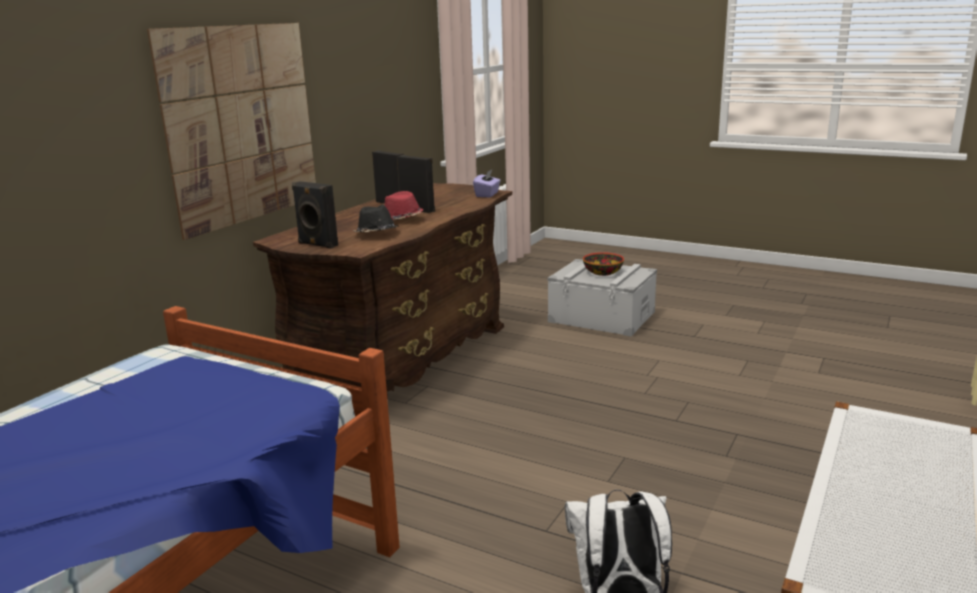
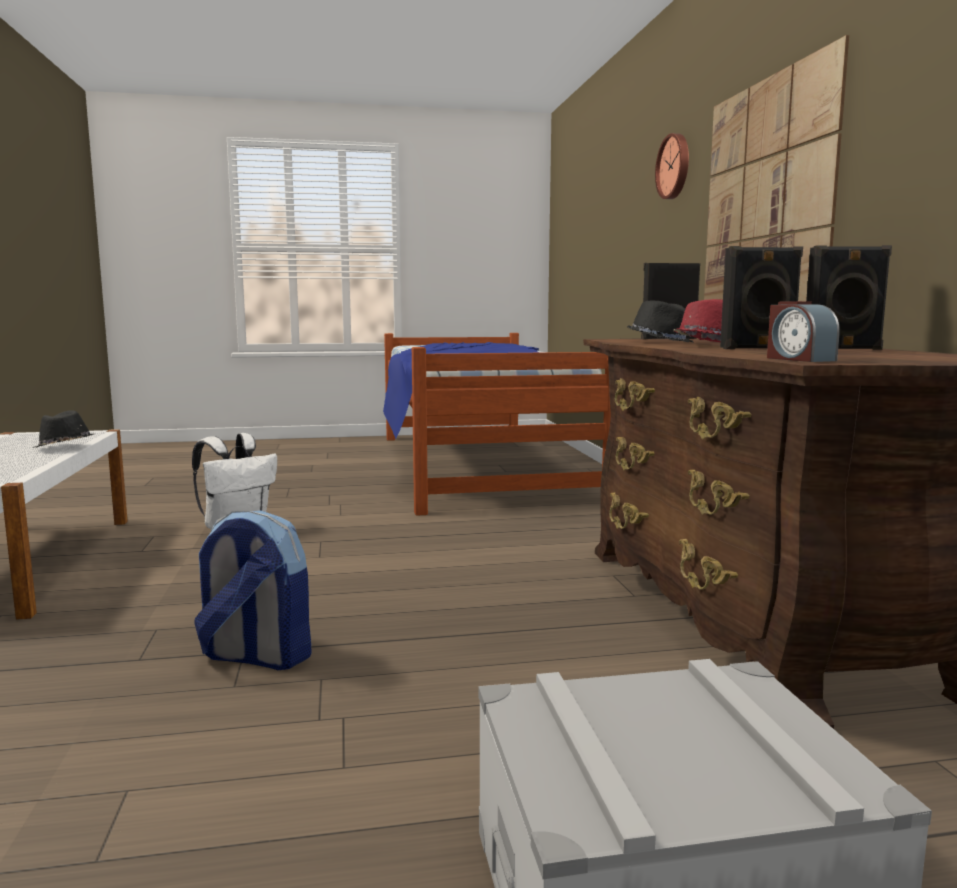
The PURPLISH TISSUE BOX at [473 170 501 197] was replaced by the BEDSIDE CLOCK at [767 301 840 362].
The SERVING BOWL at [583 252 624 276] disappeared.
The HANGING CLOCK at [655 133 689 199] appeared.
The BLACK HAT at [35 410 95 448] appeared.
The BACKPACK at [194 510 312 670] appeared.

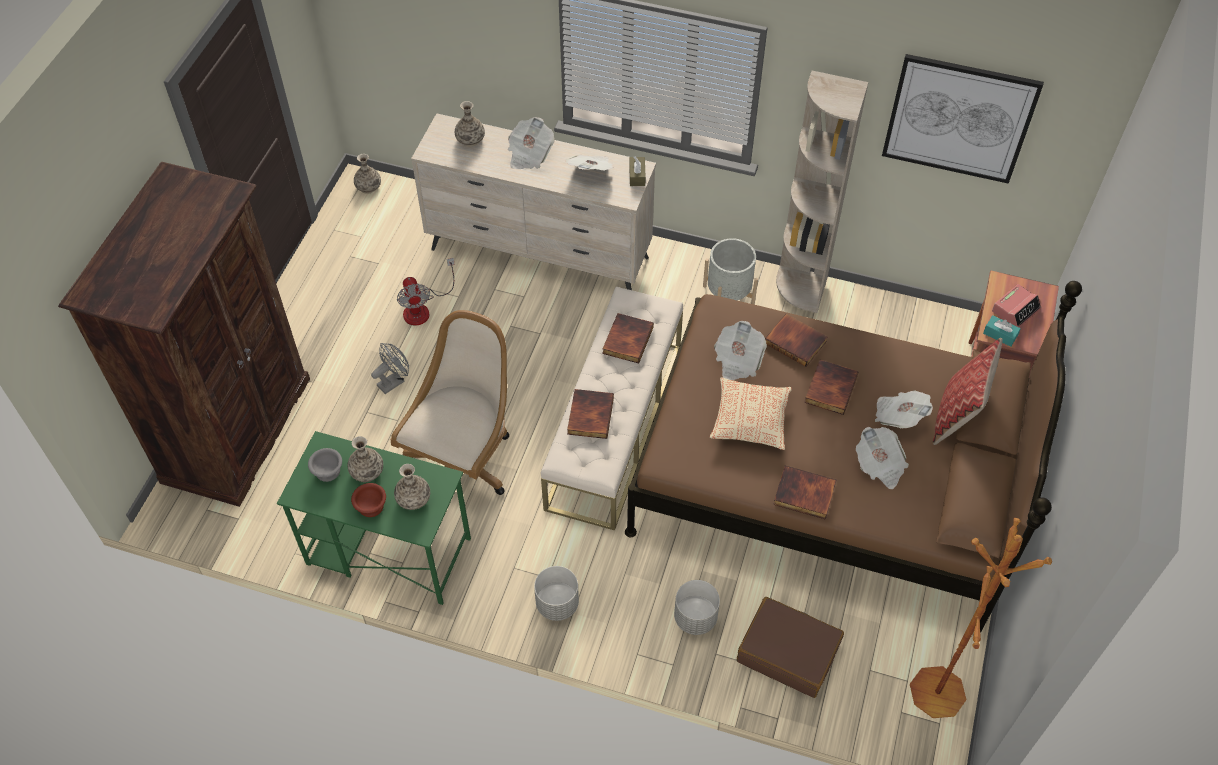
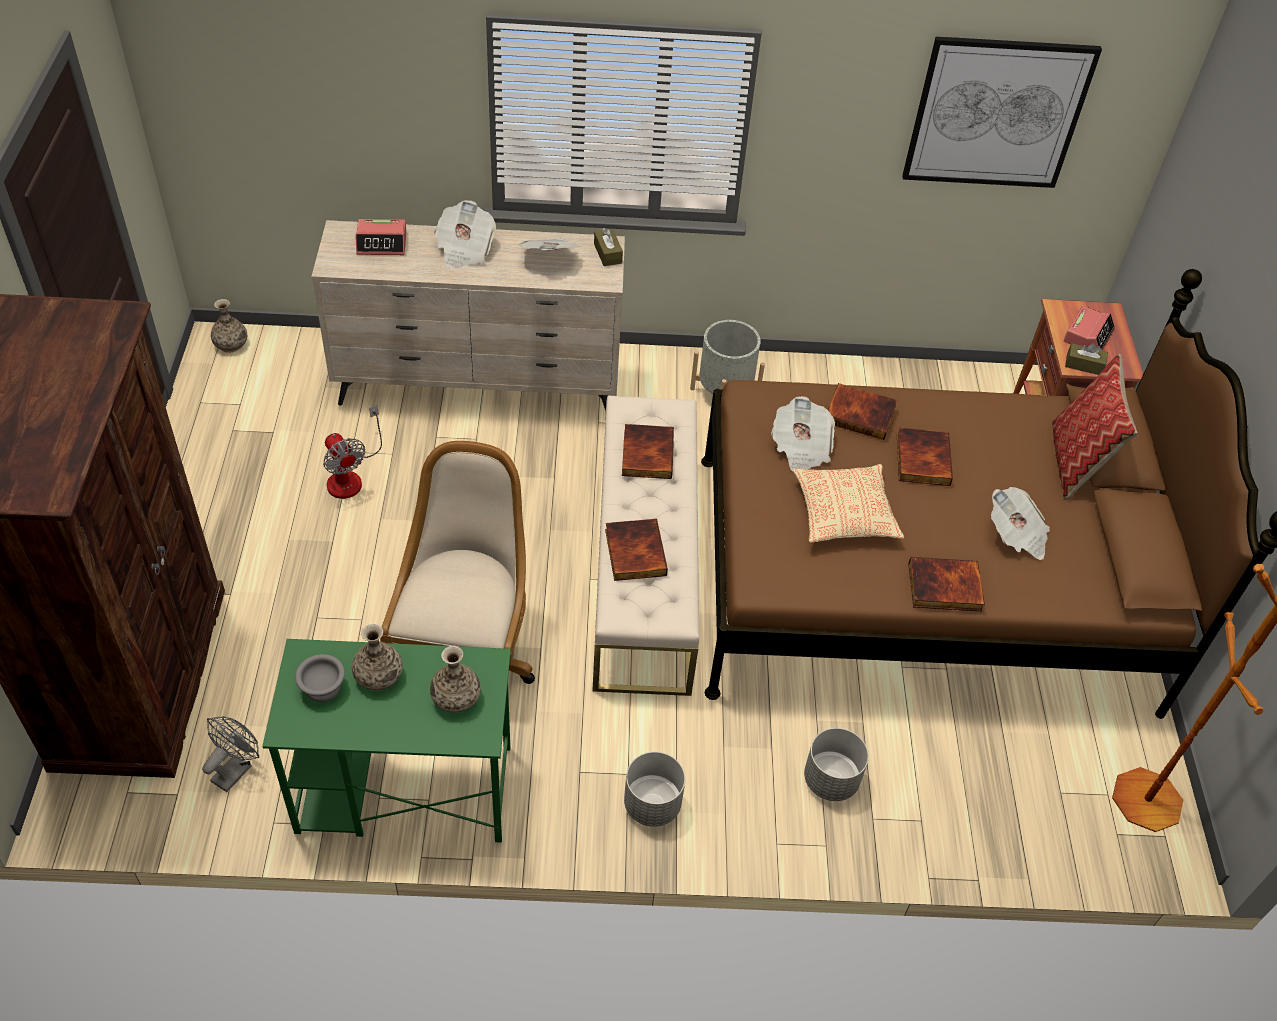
The BEIGE-COLOURED SHELVING UNIT at [776 71 868 313] disappeared.
The FLOWER VASE at [455 101 485 147] was replaced by the BEDSIDE CLOCK at [355 219 407 255].
The TURQUOISE TISSUE BOX at [983 315 1021 347] became the BROWN-COLOURED TISSUE BOX at [1065 343 1108 375].
The GREY ELECTRIC FAN moved from [371 343 409 394] to [202 716 259 792].
The NEWSPAPER at [875 390 933 428] disappeared.
The BROWN-COLOURED SERVING BOWL at [351 483 386 517] disappeared.
The BROWN-COLOURED TRAVEL CASE at [737 597 844 698] disappeared.

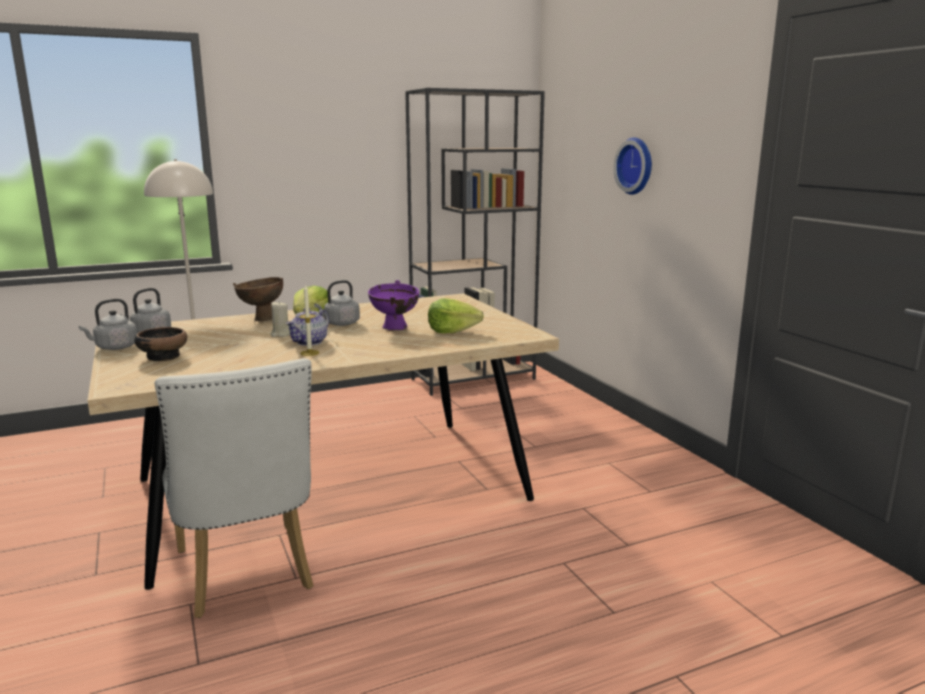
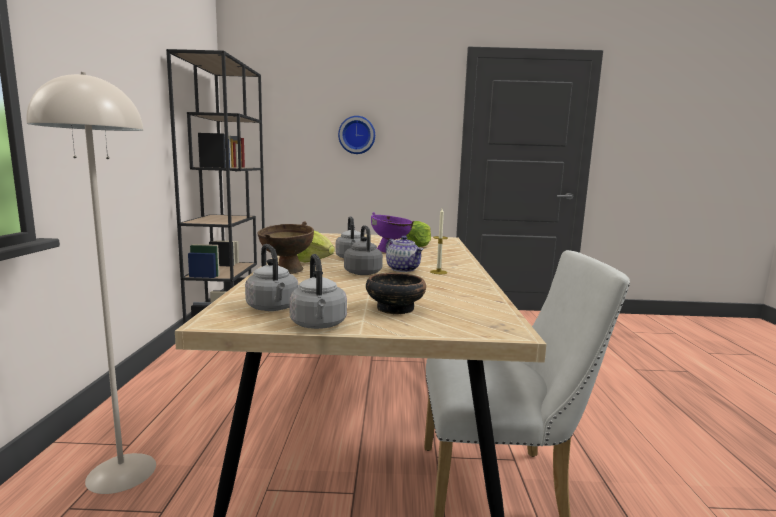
The BEIGE-COLOURED CANDLE at [271 302 290 337] was replaced by the GREY WATER KETTLE at [344 225 383 275].

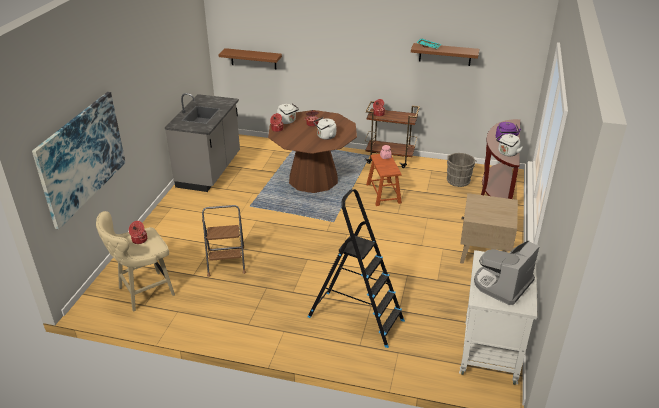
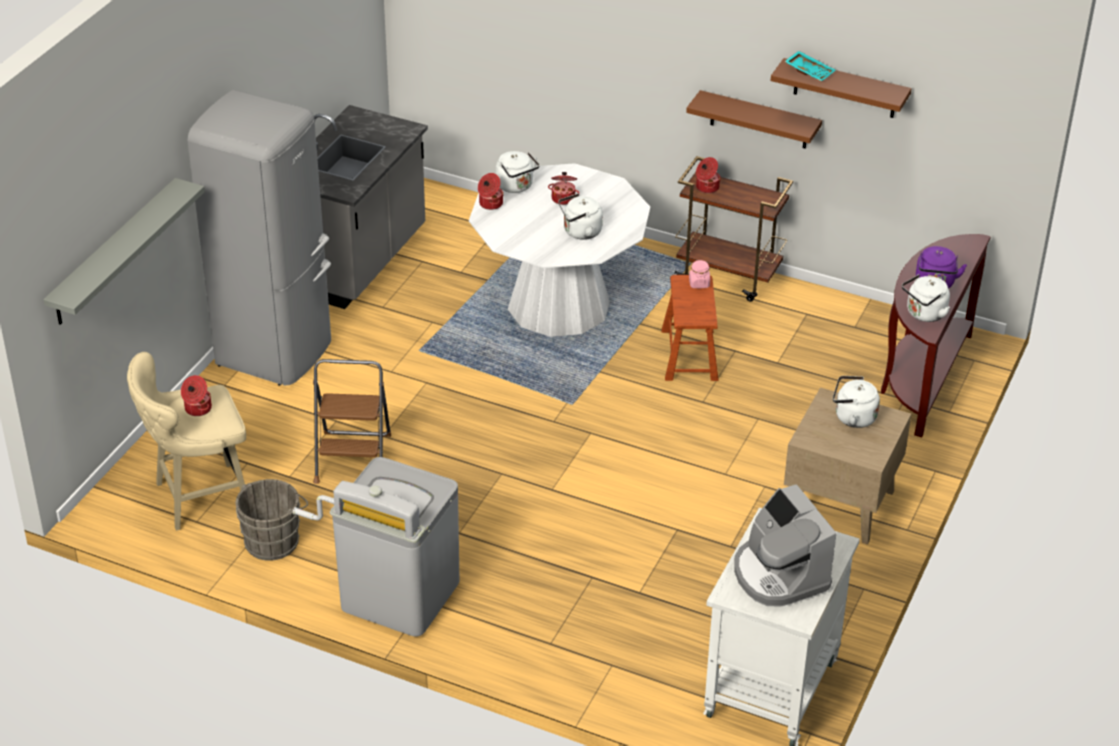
The BROWN-COLOURED WALL SHELF moved from [218 48 282 70] to [686 90 822 149].
The PICTURE at [32 92 126 229] was replaced by the GREY WALL SHELF at [43 178 205 325].
The BROWN-COLOURED DINNER TABLE at [268 110 357 193] became the WHITE DINNER TABLE at [469 163 650 337].
The GREY WATER BUCKET moved from [447 153 477 187] to [236 479 308 561].
The BLACK STEPLADDER at [307 189 405 348] disappeared.
The COFFEE BREWER at [474 240 540 305] turned 75 degrees counterclockwise.
The GREY KITCHEN FRIDGE at [188 90 331 386] appeared.
The WHITE WATER KETTLE at [833 376 880 428] appeared.
The GREY WASHING MACHINE at [293 457 459 637] appeared.

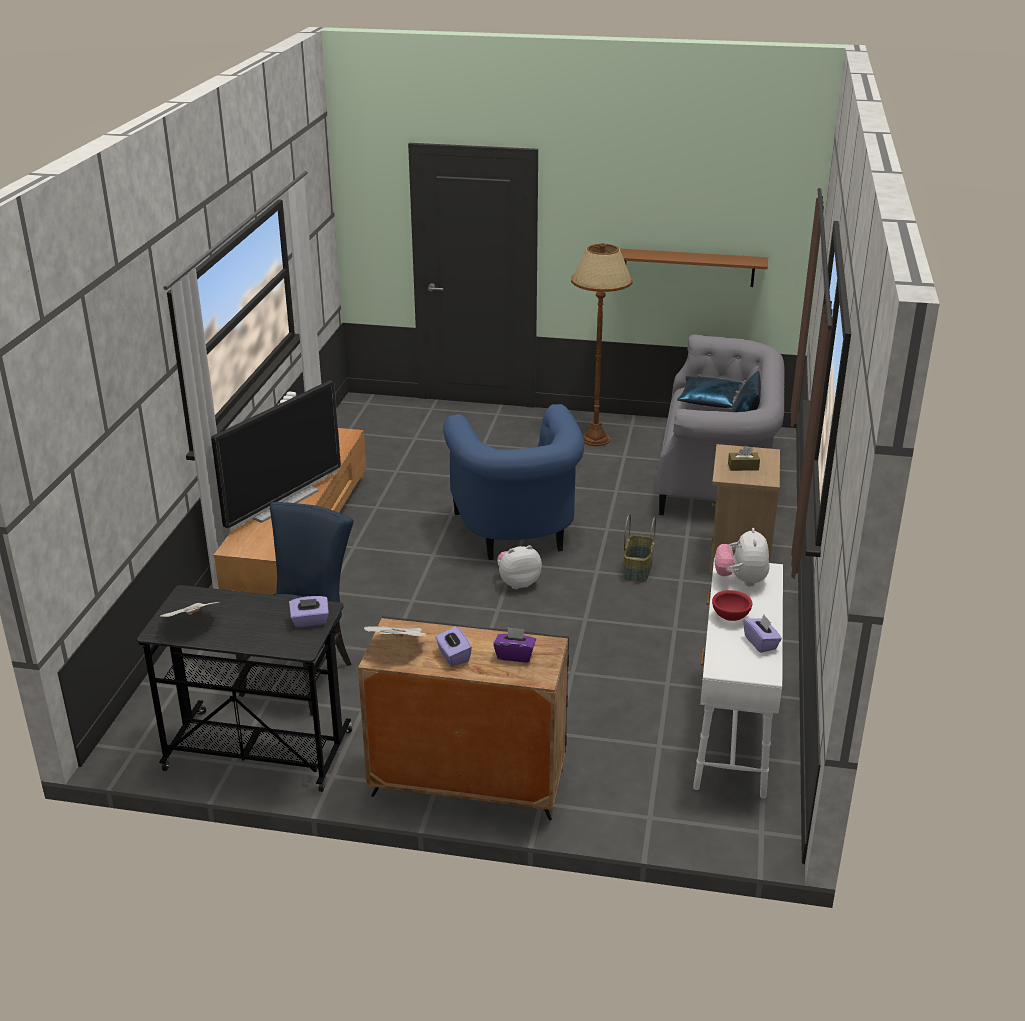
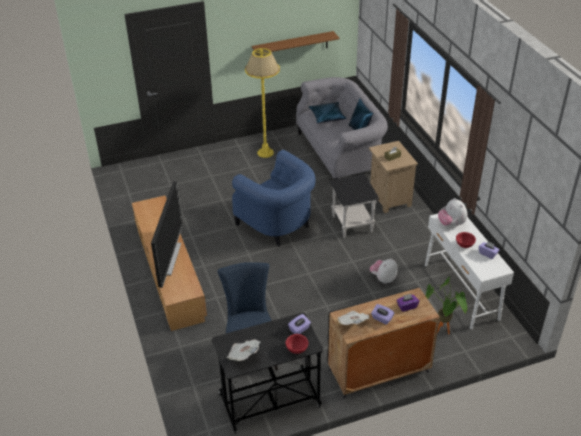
The BROWN-COLOURED STANDARD LAMP at [571 243 633 446] became the YELLOW STANDARD LAMP at [245 48 280 158].
The HOUSEHOLD BASKET at [623 514 656 583] was replaced by the BLACK END TABLE at [330 174 379 238].
The PLUSH TOY moved from [497 545 542 589] to [370 258 397 284].
The POTTED PLANT at [425 277 467 334] appeared.
The RED-COLOURED SERVING BOWL at [286 334 308 354] appeared.

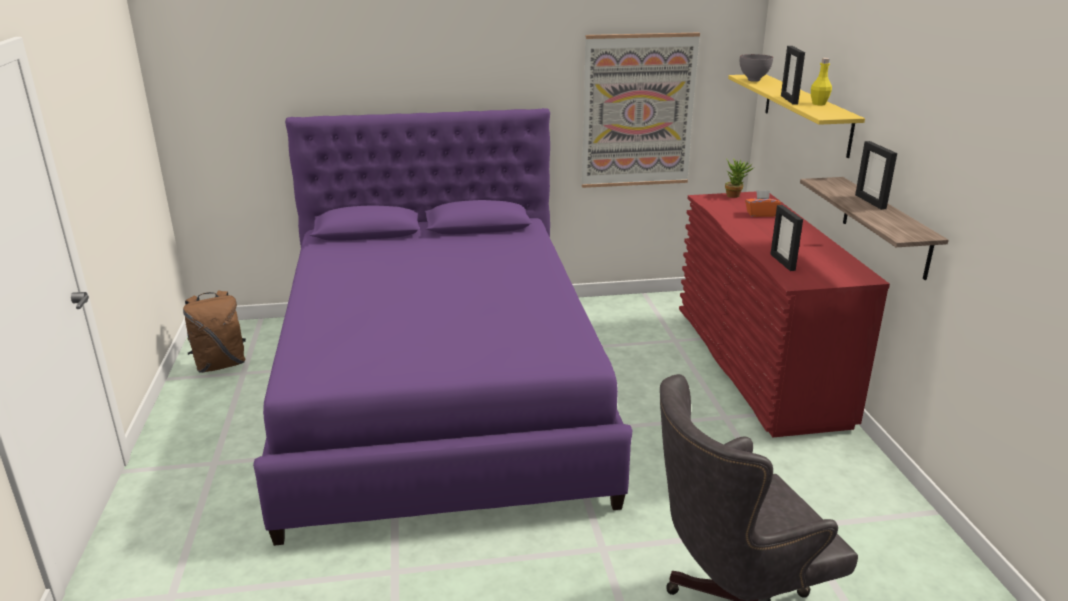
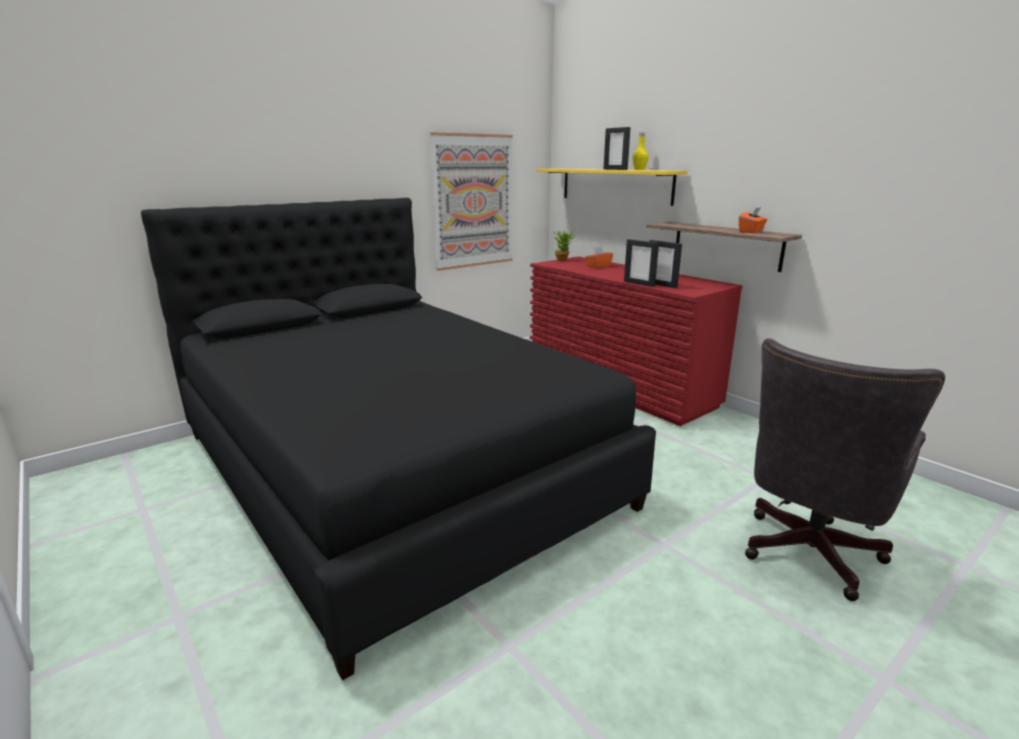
The GREY SERVING BOWL at [740 54 773 82] disappeared.
The PURPLISH SLEEPING BED at [253 108 632 546] became the BLACK SLEEPING BED at [141 198 656 681].
The PICTURE FRAME moved from [855 141 897 210] to [624 239 659 287].
The BROWN-COLOURED BACKPACK at [183 290 246 373] disappeared.
The ORANGEY TISSUE BOX at [739 207 768 233] appeared.

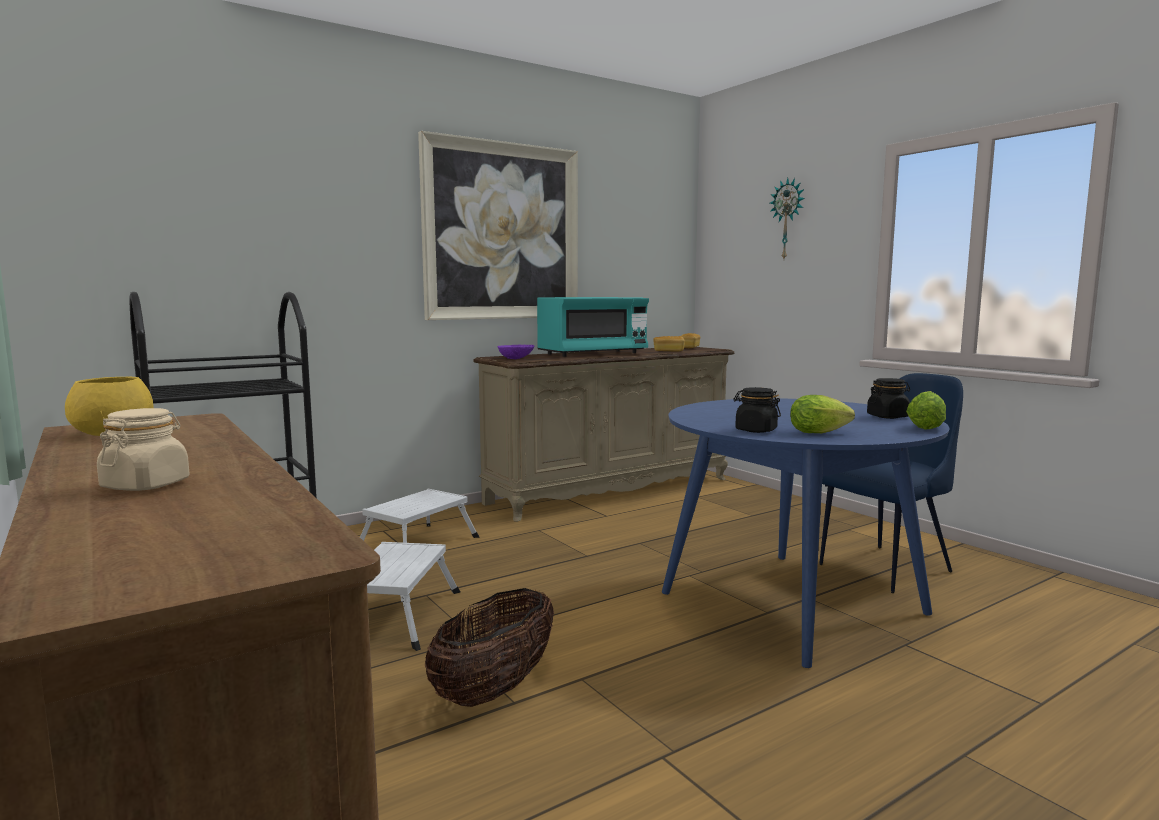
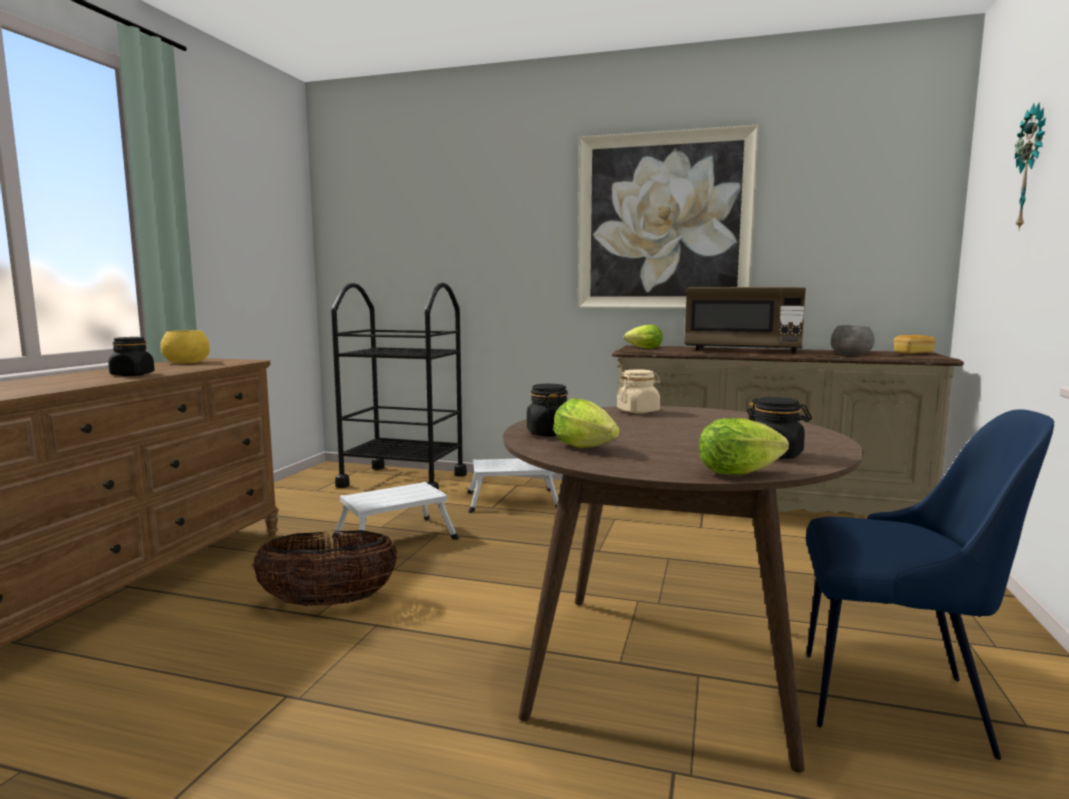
The TURQUOISE MICROWAVE at [537 297 649 357] became the BROWN-COLOURED MICROWAVE at [684 287 806 353].
The BAKERY BREAD at [653 336 685 352] was replaced by the GREY SERVING BOWL at [831 325 875 355].
The PURPLISH SERVING BOWL at [498 345 534 359] was replaced by the LETTUCE at [624 325 663 349].
The BLUISH DINNER TABLE at [662 398 949 668] became the BROWN-COLOURED DINNER TABLE at [503 406 864 773].
The BEIGE-COLOURED JAR moved from [97 408 190 491] to [617 369 660 413].
The BLACK JAR at [108 337 155 376] appeared.

